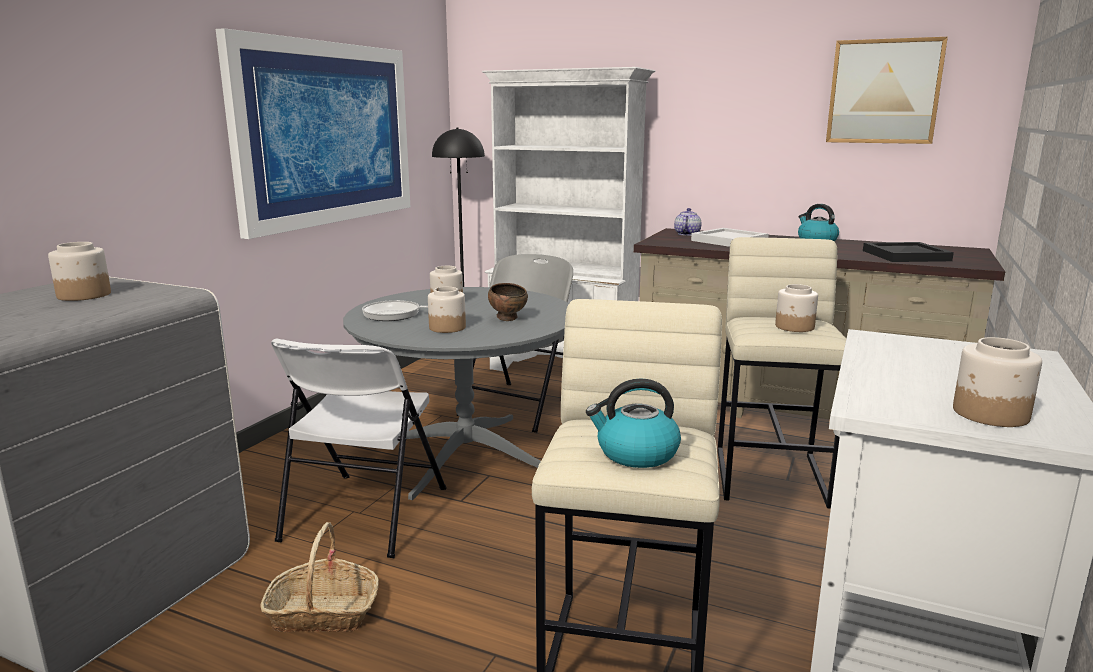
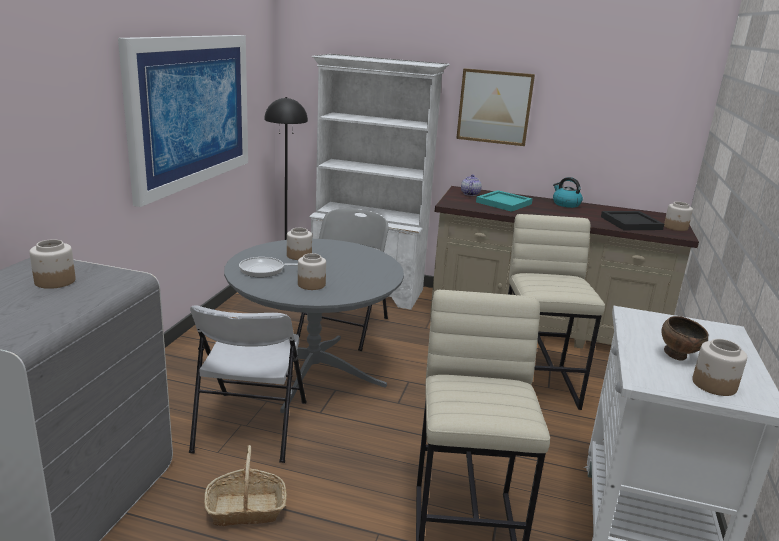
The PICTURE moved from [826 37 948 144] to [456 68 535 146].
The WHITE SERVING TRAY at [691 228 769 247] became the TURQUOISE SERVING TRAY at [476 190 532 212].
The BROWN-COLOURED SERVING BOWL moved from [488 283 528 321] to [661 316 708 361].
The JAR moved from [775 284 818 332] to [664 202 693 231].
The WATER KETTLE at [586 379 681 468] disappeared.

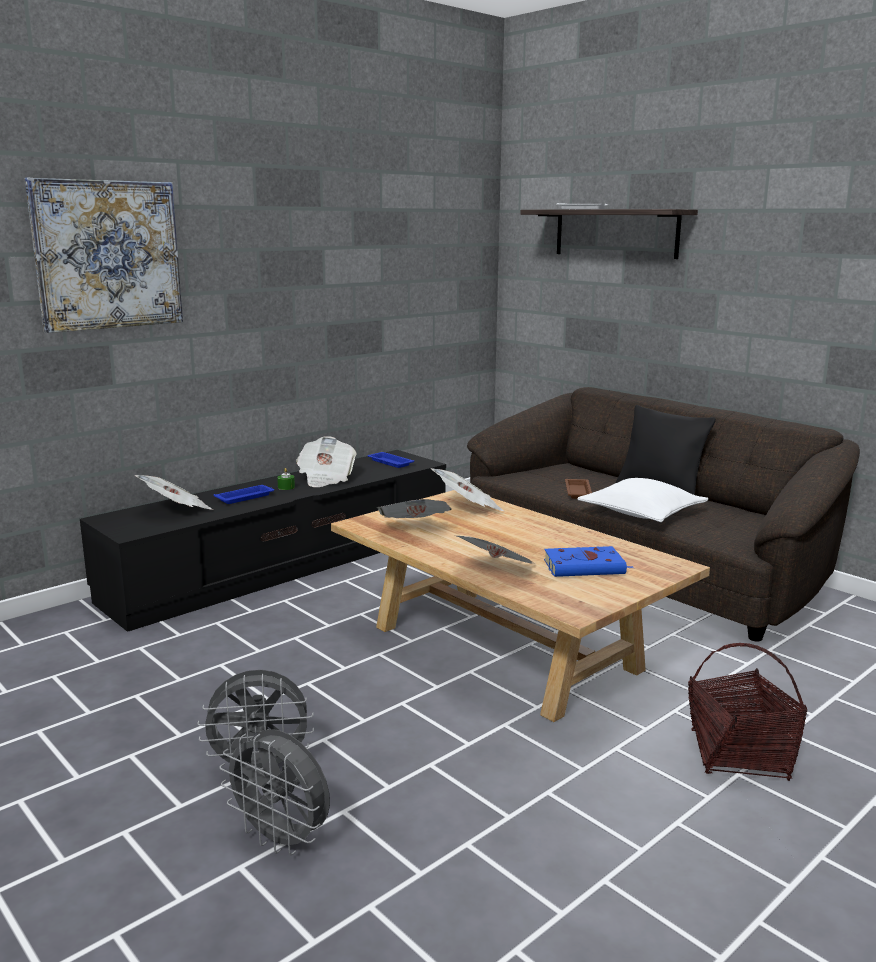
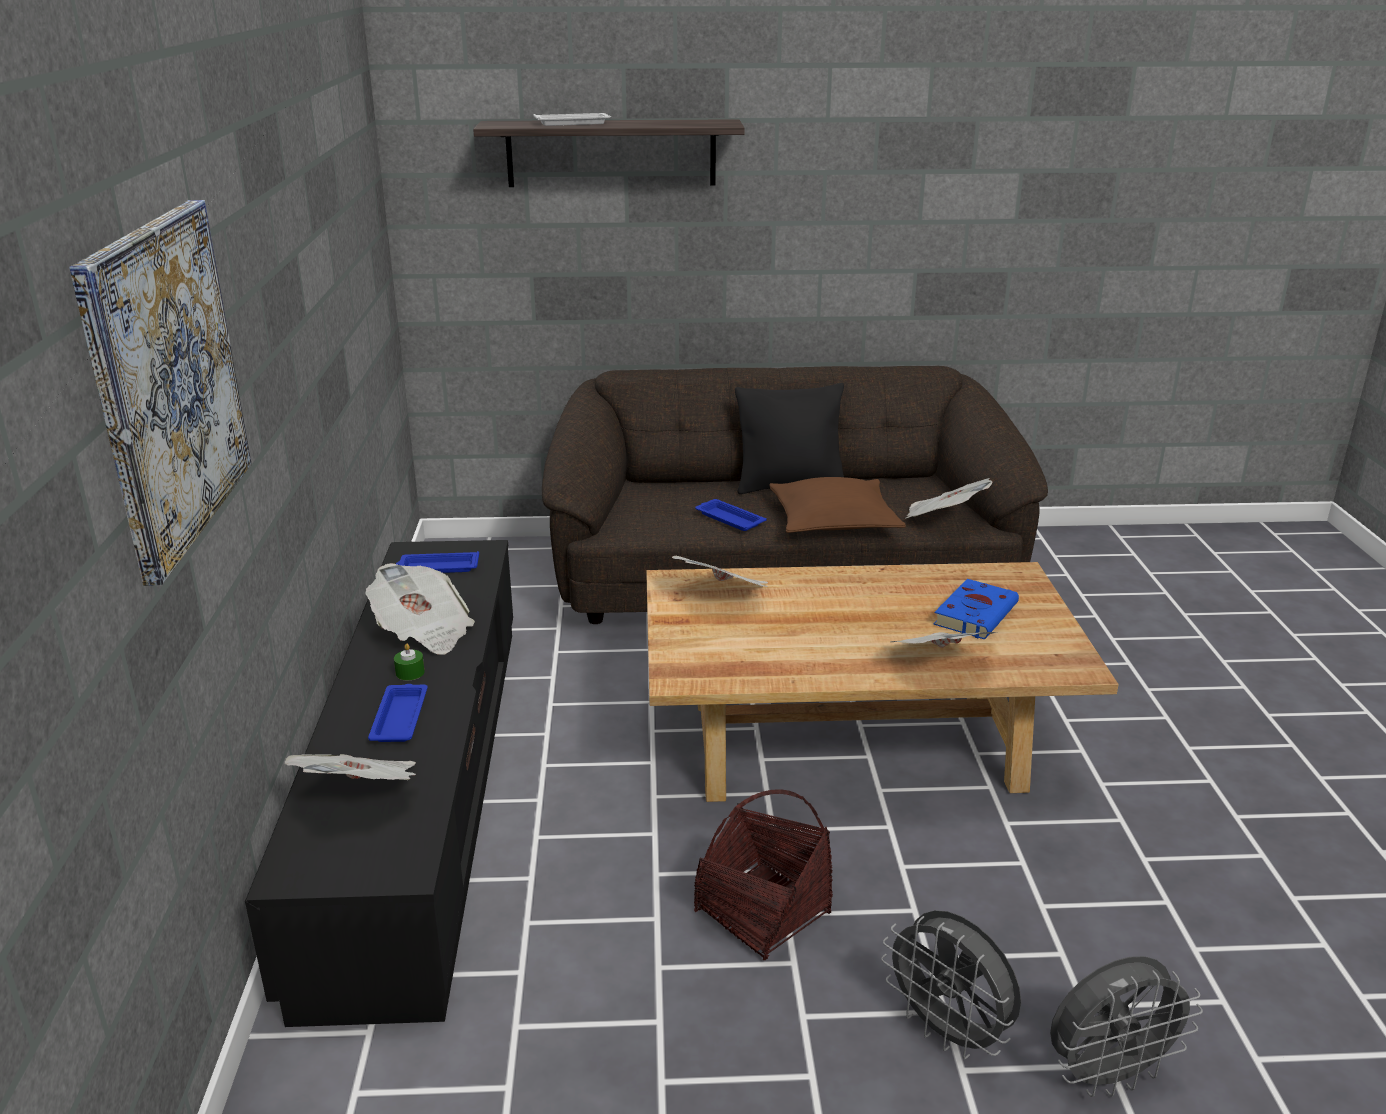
The WHITE PILLOW at [577 478 708 522] became the BROWN-COLOURED PILLOW at [769 477 906 533].
The BROWN-COLOURED SERVING TRAY at [565 479 592 499] became the BLUISH SERVING TRAY at [695 499 767 531].
The NEWSPAPER moved from [376 499 452 518] to [906 478 993 518].
The HOUSEHOLD BASKET moved from [688 643 807 781] to [694 789 833 960].
The GREY ELECTRIC FAN at [197 670 314 768] turned 105 degrees clockwise.

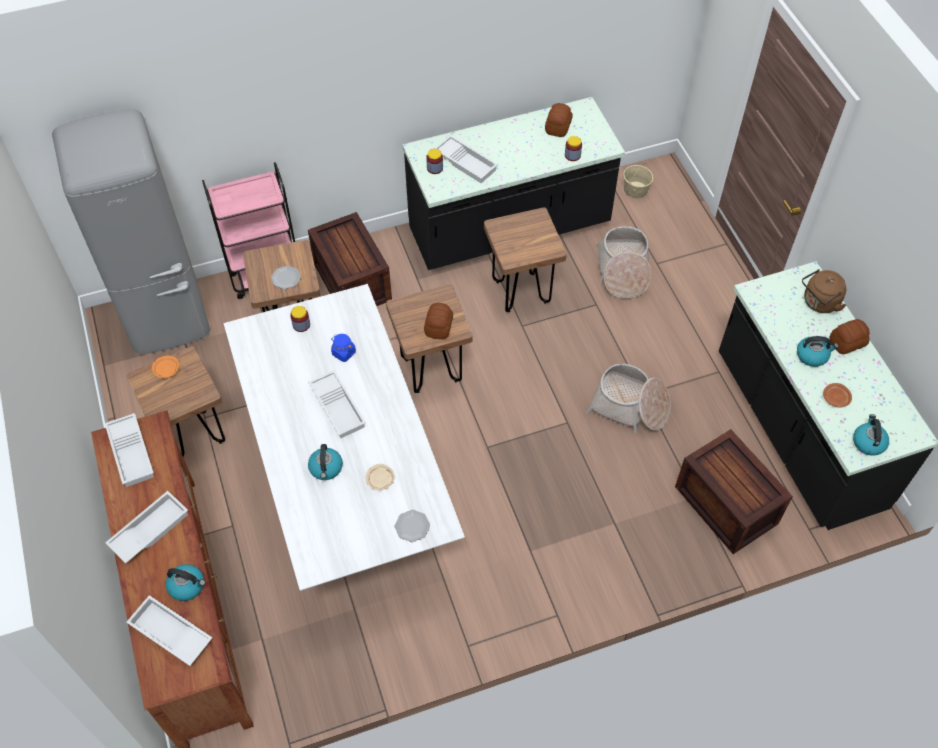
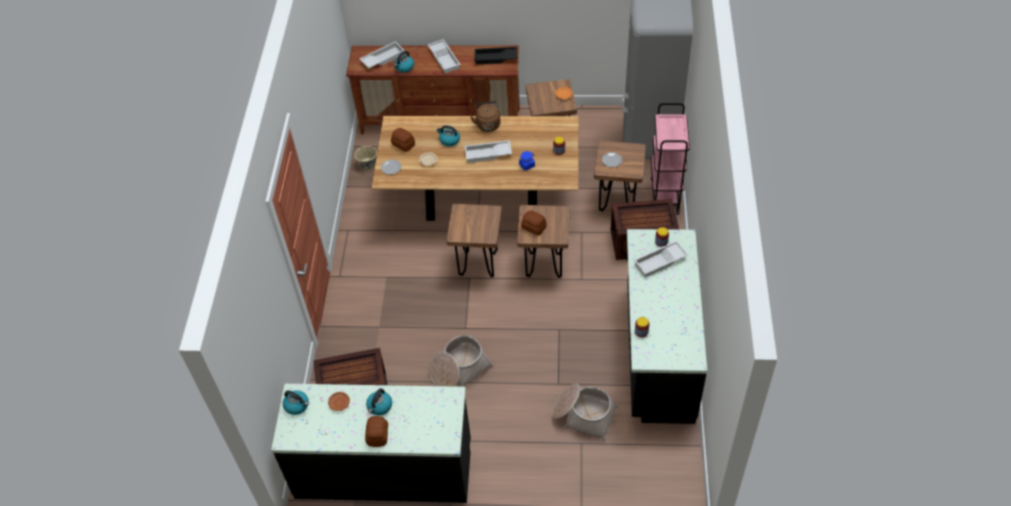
The BAKERY BREAD moved from [545 103 573 137] to [391 128 415 152].
The BEIGE-COLOURED WATER BUCKET moved from [623 164 653 198] to [354 146 377 171].
The BROWN-COLOURED STOOL moved from [484 207 567 312] to [446 204 502 277].
The BROWN-COLOURED WATER KETTLE moved from [802 269 846 313] to [470 101 500 132].
The WHITE DINNER TABLE at [223 284 465 591] became the BROWN-COLOURED DINNER TABLE at [371 116 579 221].
The WHITE SERVING TRAY at [105 413 154 487] became the BLACK SERVING TRAY at [474 47 518 64].

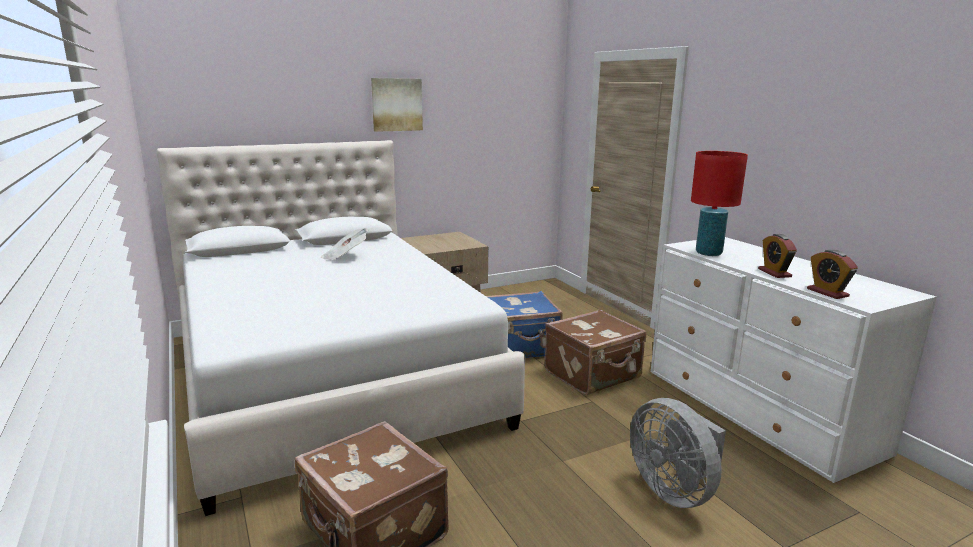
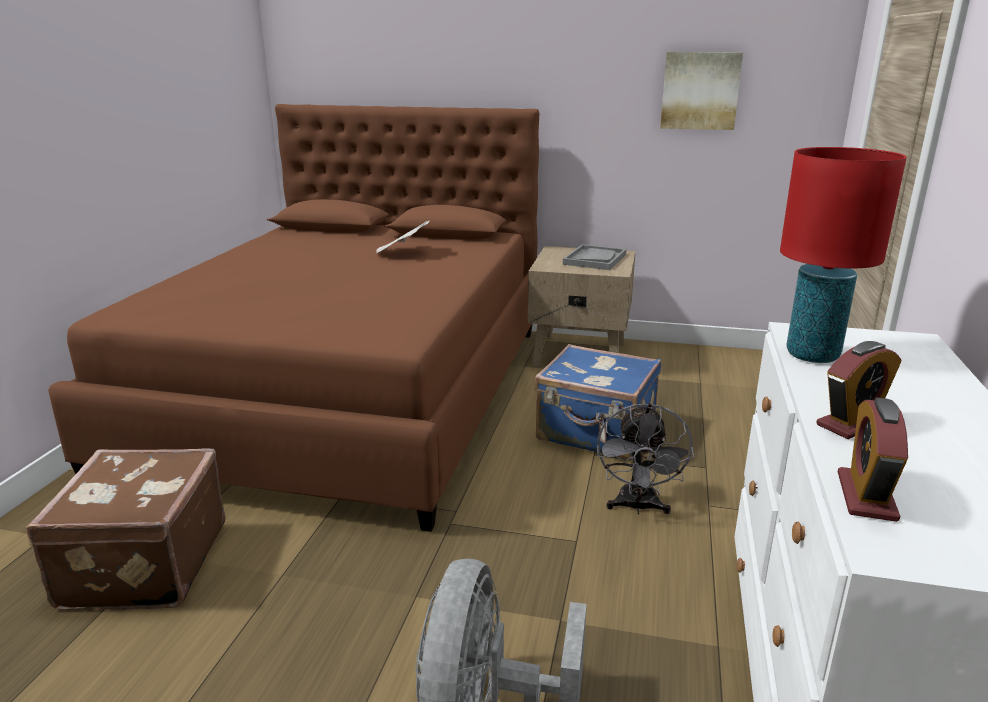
The PICTURE moved from [371 78 423 132] to [660 52 743 130].
The WHITE SLEEPING BED at [157 140 526 516] became the BROWN-COLOURED SLEEPING BED at [48 104 539 531].
The BEDSIDE CLOCK at [758 234 797 278] turned 150 degrees counterclockwise.
The BROWN-COLOURED TRAVEL CASE at [545 309 647 395] was replaced by the GREY ELECTRIC FAN at [597 403 694 514].
The GREY SERVING TRAY at [563 244 626 270] appeared.

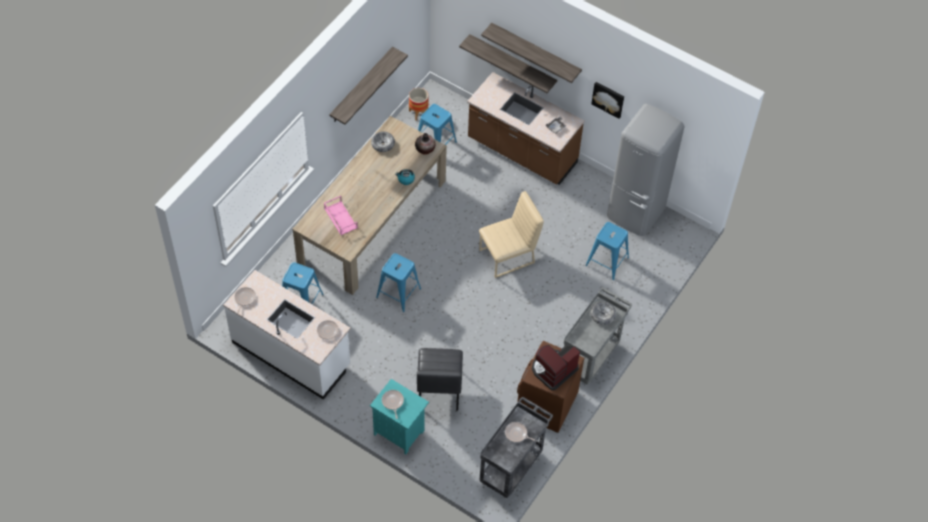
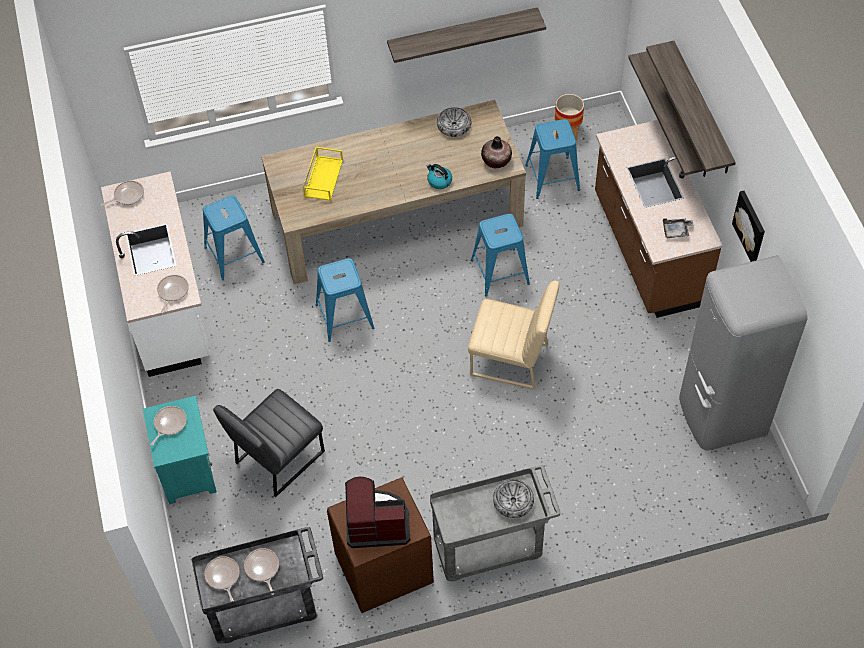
The PINK SERVING TRAY at [324 196 358 235] became the YELLOW SERVING TRAY at [303 146 343 201].
The BLUISH STOOL moved from [585 222 629 280] to [471 214 530 297].
The SKILLET at [204 556 240 602] appeared.

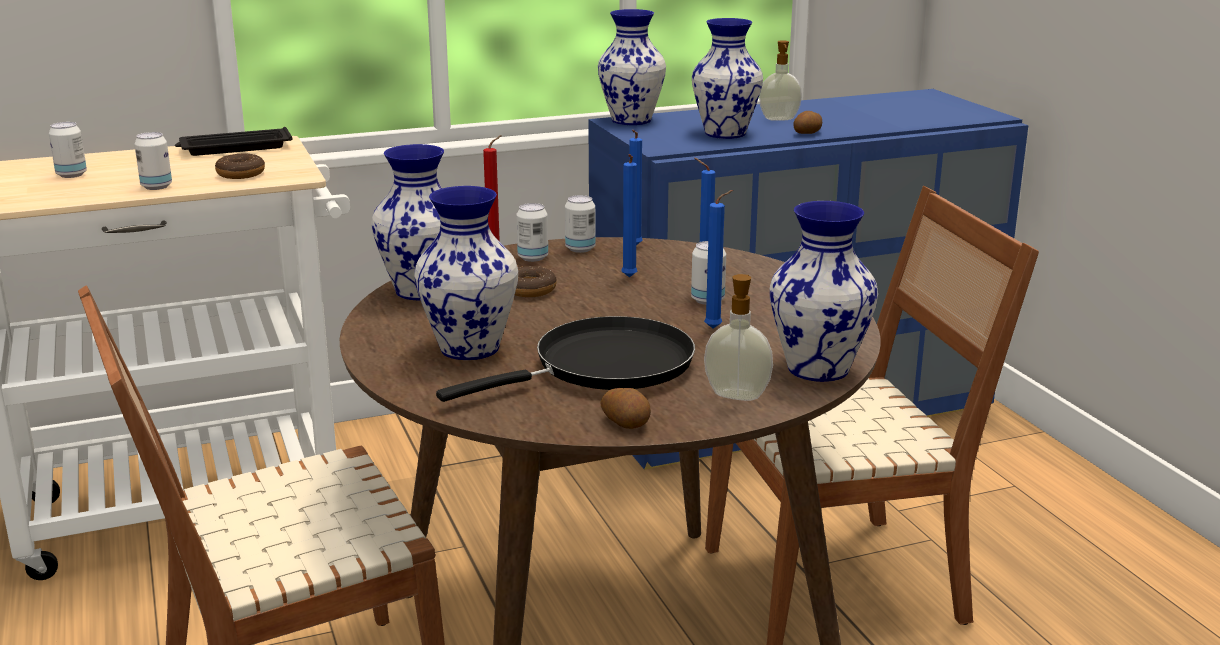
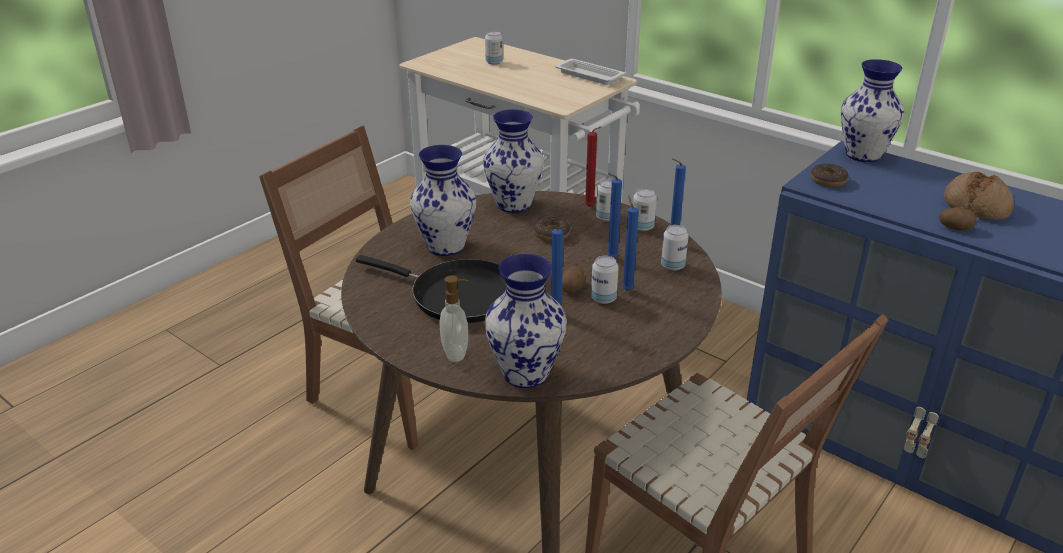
The FLOWER VASE at [692 18 763 139] disappeared.
The LIQUID SOAP BOTTLE at [759 40 802 121] was replaced by the BAKERY BREAD at [944 172 1014 220].
The BLACK SERVING TRAY at [175 127 293 156] became the WHITE SERVING TRAY at [555 59 626 85].
The METAL CAN moved from [134 132 172 190] to [661 225 688 271].
The DOUGHNUT moved from [215 153 265 179] to [810 164 849 187].
The WHOLE POTATO moved from [601 388 651 429] to [562 266 585 293].

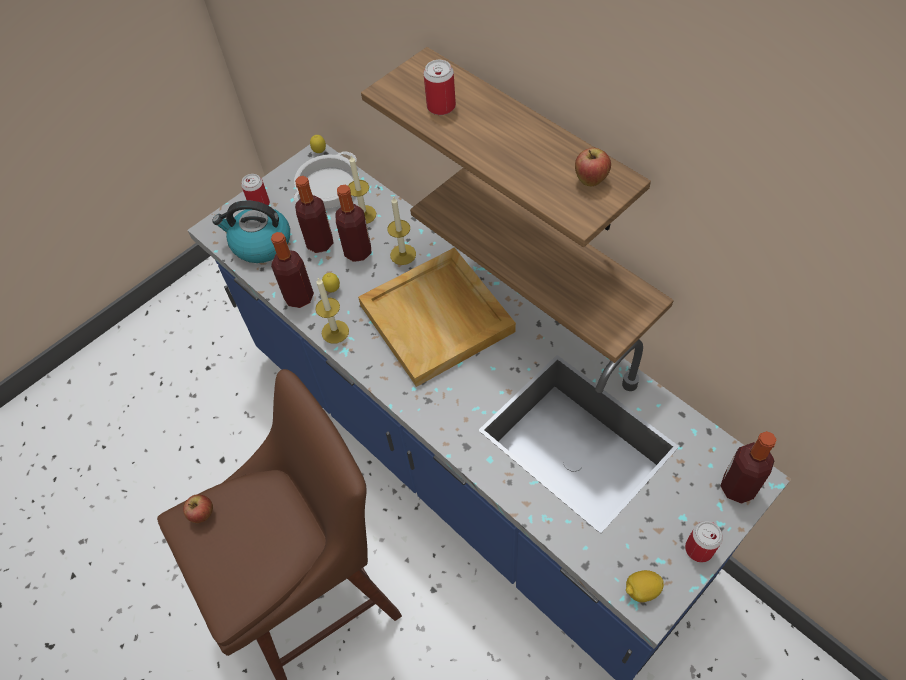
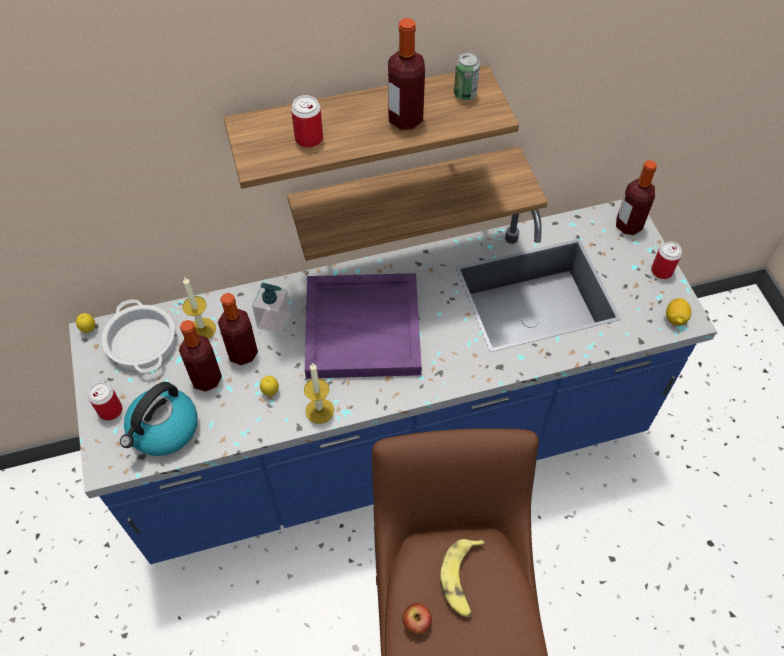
The APPLE at [575 148 611 186] was replaced by the METAL CAN at [454 52 480 100].
The CANDLE at [387 196 416 265] was replaced by the LIQUID SOAP BOTTLE at [252 283 291 334].
The DRINK BOTTLE moved from [271 232 314 308] to [388 18 425 130].
The BEIGE-COLOURED SERVING TRAY at [358 248 516 387] became the PURPLISH SERVING TRAY at [305 273 422 379].
The WHOLE BANANA at [440 539 485 618] appeared.

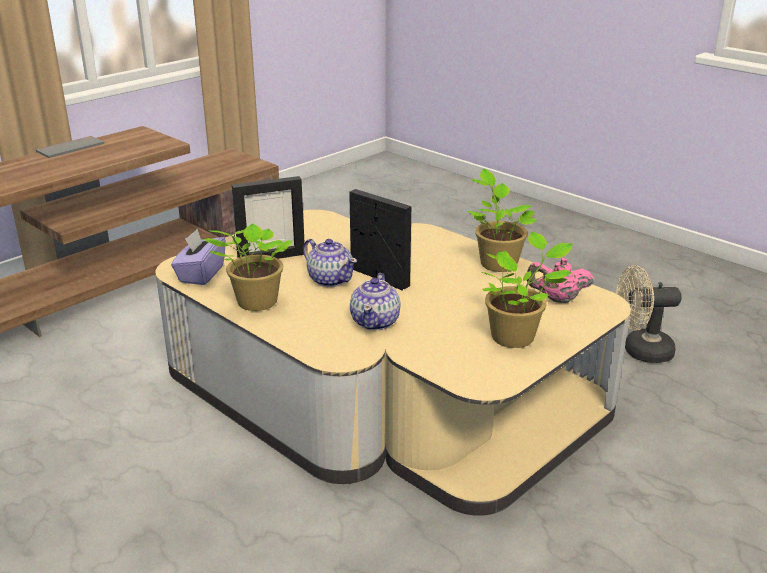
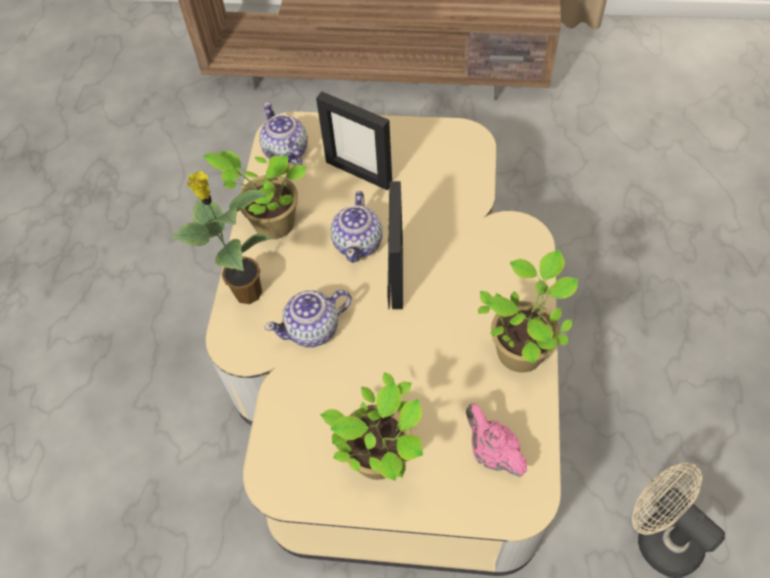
The PURPLISH TISSUE BOX at [171 229 226 285] was replaced by the TEAPOT at [259 102 308 166].
The POTTED PLANT at [170 171 273 304] appeared.

